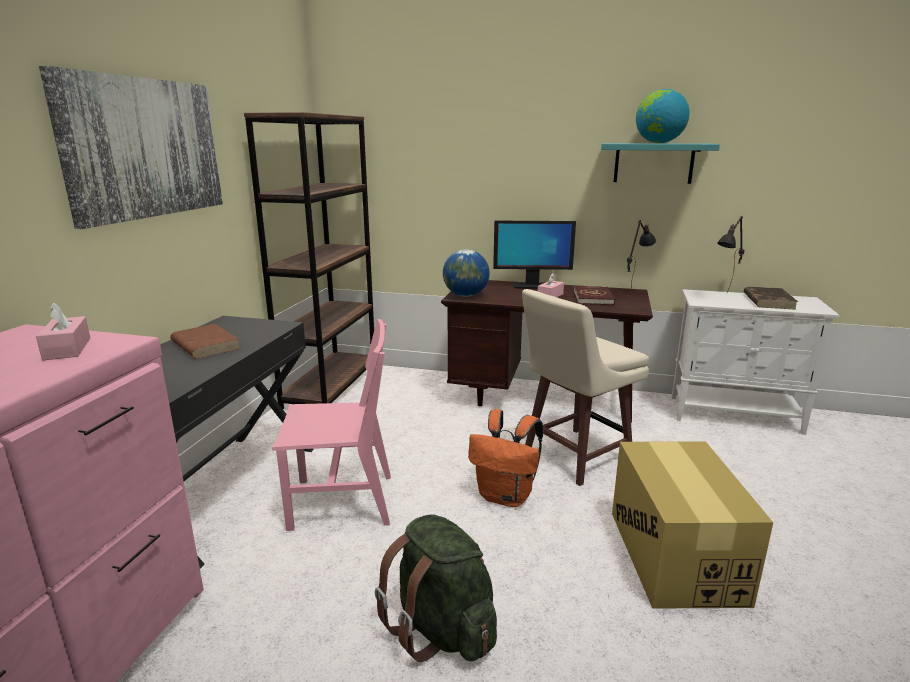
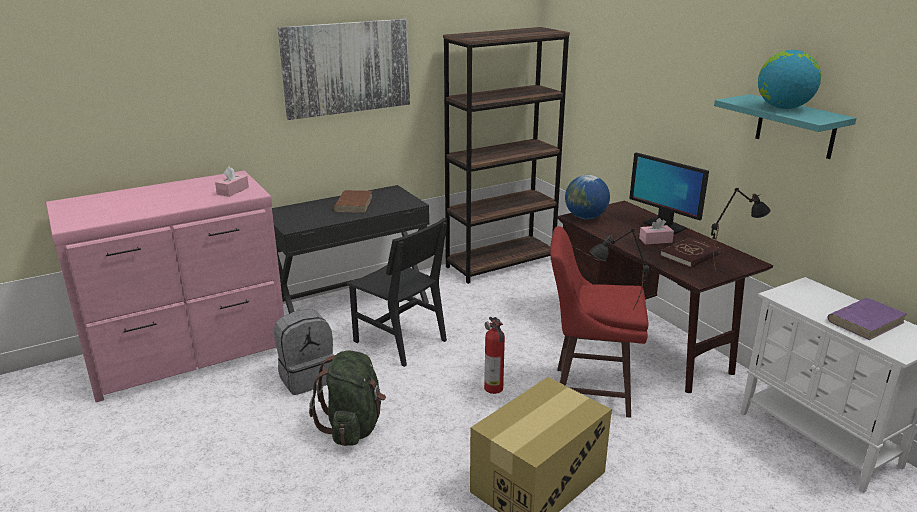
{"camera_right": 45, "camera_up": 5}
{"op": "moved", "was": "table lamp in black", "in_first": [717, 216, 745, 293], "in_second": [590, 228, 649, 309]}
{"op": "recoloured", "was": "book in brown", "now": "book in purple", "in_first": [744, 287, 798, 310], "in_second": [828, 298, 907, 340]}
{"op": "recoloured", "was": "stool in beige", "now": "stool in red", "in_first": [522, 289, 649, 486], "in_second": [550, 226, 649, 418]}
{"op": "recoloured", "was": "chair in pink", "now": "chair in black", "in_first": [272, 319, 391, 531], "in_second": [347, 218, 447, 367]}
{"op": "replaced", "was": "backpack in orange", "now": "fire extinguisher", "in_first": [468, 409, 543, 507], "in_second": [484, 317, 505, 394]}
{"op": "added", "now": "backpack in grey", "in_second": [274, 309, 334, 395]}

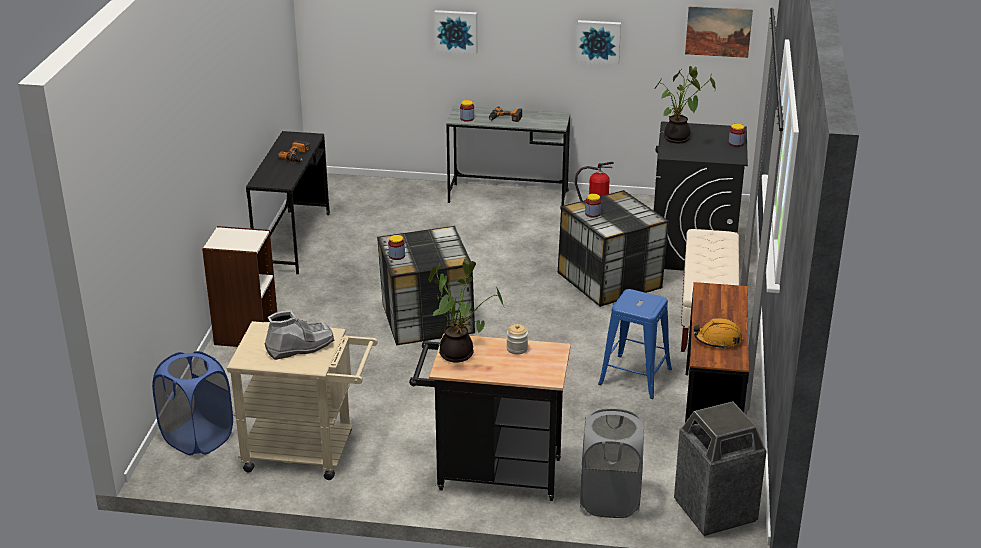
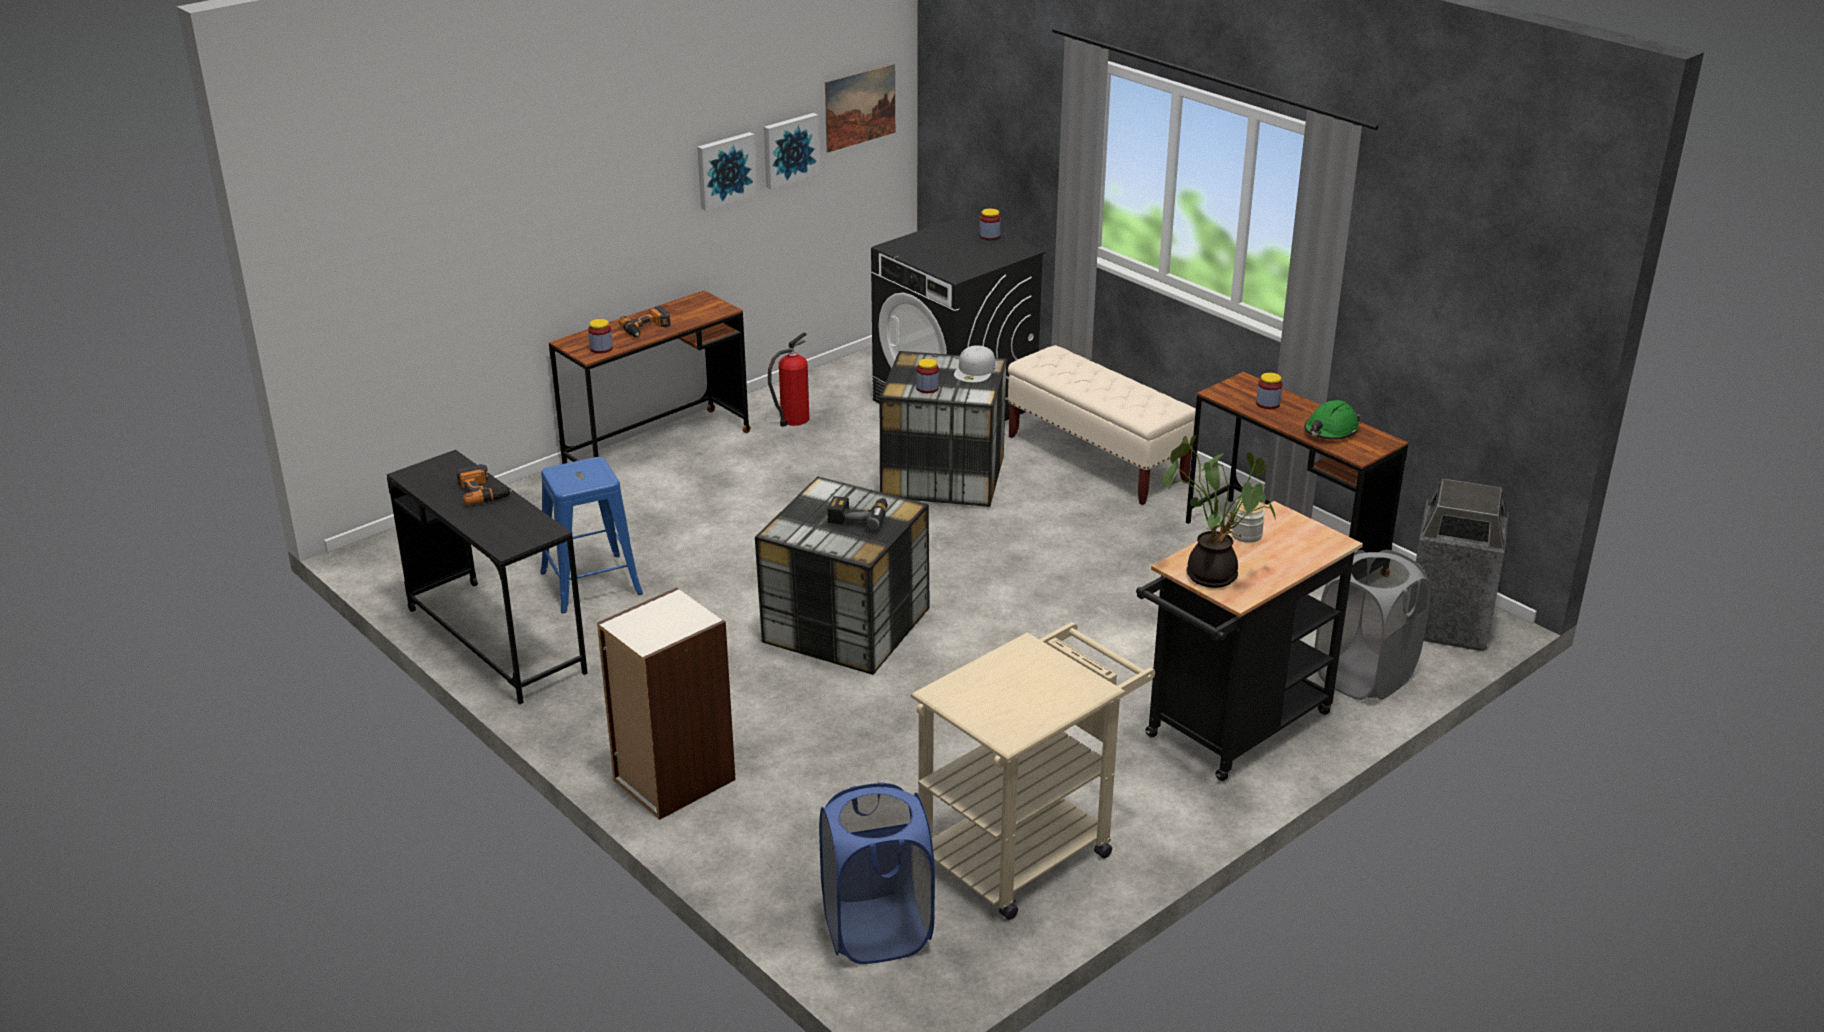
{"camera_right": -50, "camera_up": 0}
{"op": "moved", "was": "picture", "in_first": [434, 10, 477, 54], "in_second": [764, 113, 820, 189]}
{"op": "removed", "was": "potted plant", "in_first": [655, 66, 716, 143]}
{"op": "recoloured", "was": "desk in grey", "now": "desk in brown", "in_first": [446, 106, 570, 210], "in_second": [549, 290, 751, 464]}
{"op": "moved", "was": "jar", "in_first": [388, 235, 405, 260], "in_second": [1256, 373, 1283, 409]}
{"op": "moved", "was": "stool in blue", "in_first": [598, 289, 672, 399], "in_second": [540, 457, 643, 614]}
{"op": "removed", "was": "boot in grey", "in_first": [265, 311, 335, 360]}
{"op": "recoloured", "was": "hard hat in orange", "now": "hard hat in green", "in_first": [693, 318, 742, 349], "in_second": [1304, 400, 1361, 440]}
{"op": "added", "now": "cap in white", "in_second": [954, 345, 995, 383]}
{"op": "added", "now": "power drill", "in_second": [828, 496, 888, 530]}

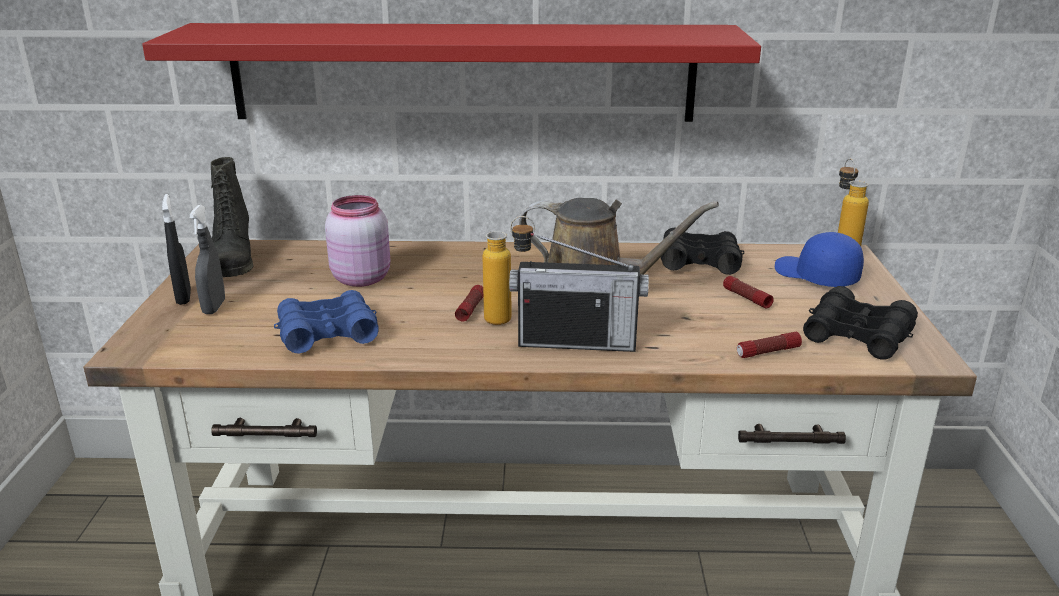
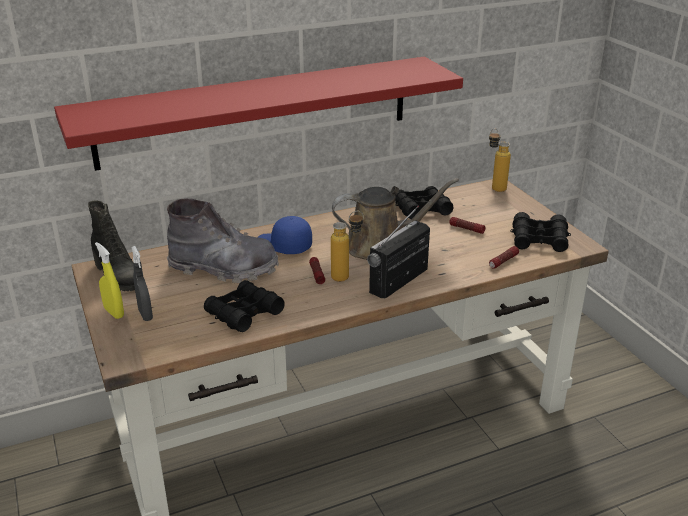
{"camera_right": -25, "camera_up": 5}
{"op": "recoloured", "was": "spray bottle in black", "now": "spray bottle in yellow", "in_first": [162, 194, 191, 305], "in_second": [95, 242, 124, 319]}
{"op": "replaced", "was": "jar in pink", "now": "boot in grey", "in_first": [325, 195, 390, 287], "in_second": [167, 198, 279, 283]}
{"op": "moved", "was": "cap in blue", "in_first": [775, 232, 864, 287], "in_second": [258, 216, 312, 254]}
{"op": "turned", "was": "radio", "in_first": [509, 233, 649, 352], "in_second": [367, 205, 430, 298], "clockwise": 150}
{"op": "recoloured", "was": "binoculars in blue", "now": "binoculars in black", "in_first": [274, 290, 379, 354], "in_second": [204, 280, 285, 332]}

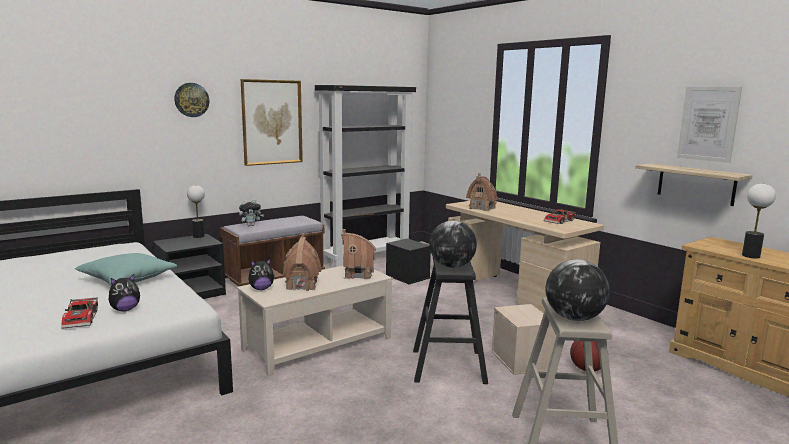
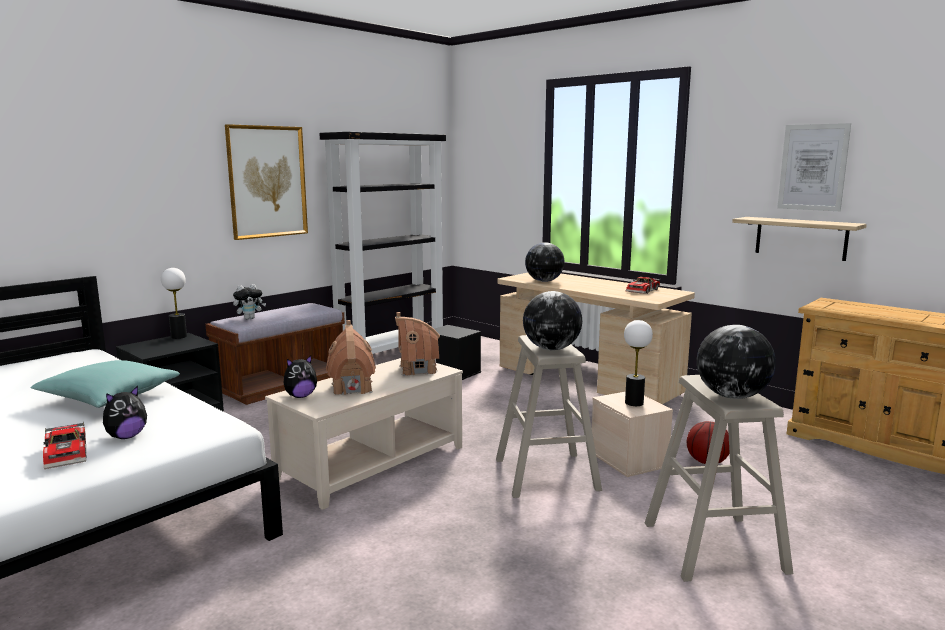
{"camera_right": -10, "camera_up": 0}
{"op": "removed", "was": "wall clock", "in_first": [174, 83, 209, 117]}
{"op": "replaced", "was": "toy house", "now": "globe", "in_first": [466, 173, 497, 211], "in_second": [525, 242, 565, 282]}
{"op": "moved", "was": "table lamp", "in_first": [742, 183, 776, 259], "in_second": [624, 320, 653, 406]}
{"op": "recoloured", "was": "stool in black", "now": "stool in beige", "in_first": [413, 258, 488, 384], "in_second": [496, 335, 602, 498]}

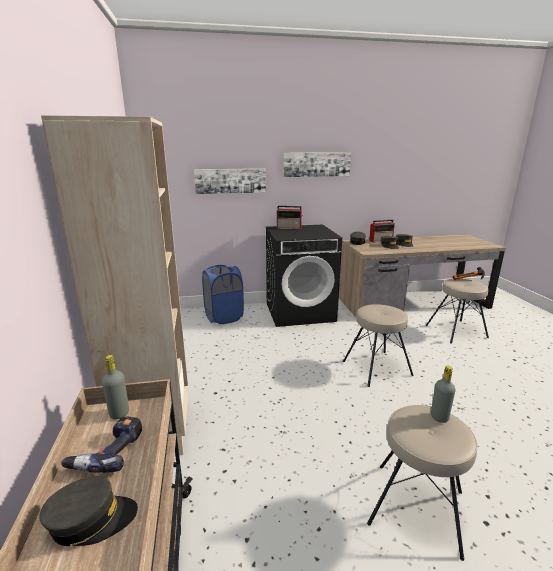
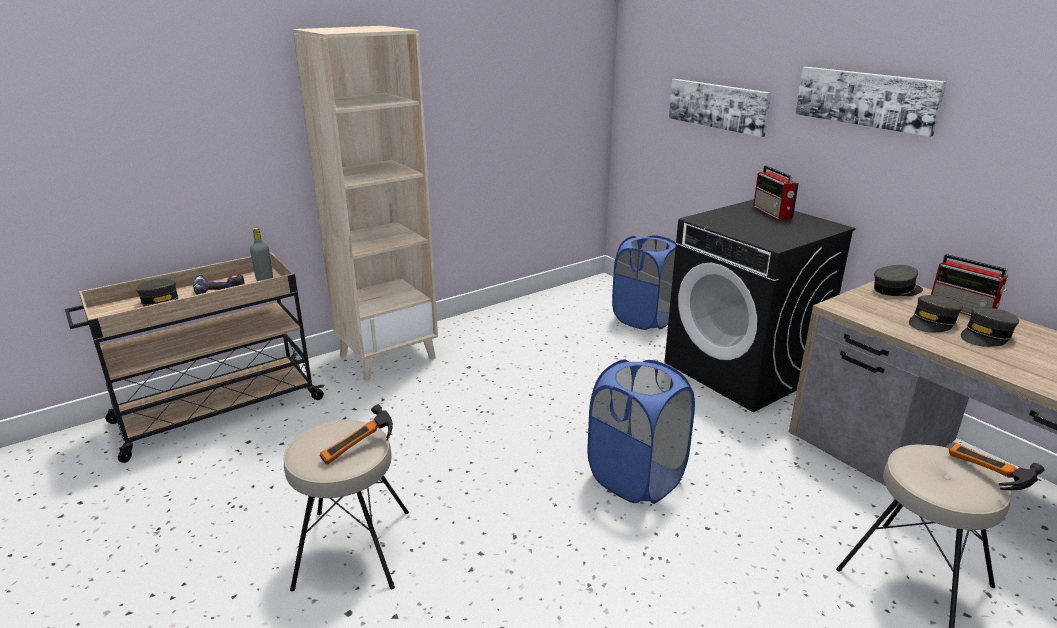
{"camera_right": 65, "camera_up": 5}
{"op": "replaced", "was": "stool in beige", "now": "laundry basket in blue", "in_first": [343, 304, 414, 387], "in_second": [587, 359, 695, 504]}
{"op": "replaced", "was": "bottle in grey", "now": "hammer", "in_first": [431, 366, 456, 423], "in_second": [320, 404, 393, 464]}

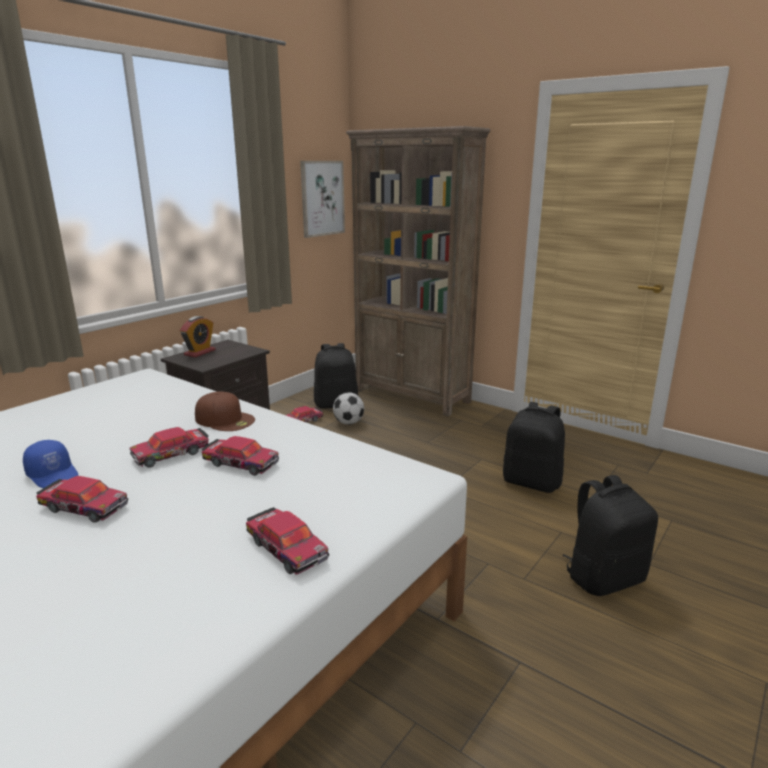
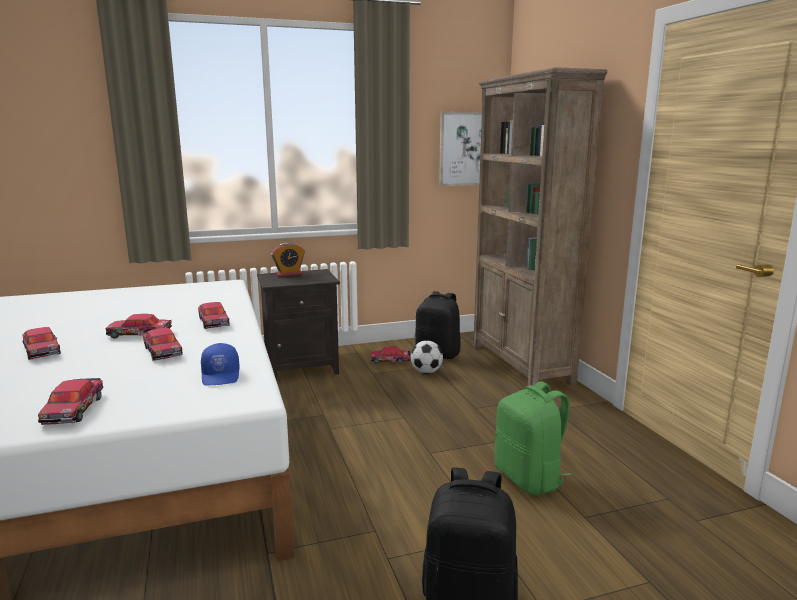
{"camera_right": 35, "camera_up": -5}
{"op": "replaced", "was": "cap in brown", "now": "toy car", "in_first": [195, 391, 255, 431], "in_second": [198, 302, 230, 329]}
{"op": "recoloured", "was": "backpack in black", "now": "backpack in green", "in_first": [503, 402, 565, 493], "in_second": [495, 381, 572, 495]}
{"op": "moved", "was": "cap in blue", "in_first": [23, 440, 78, 488], "in_second": [201, 343, 240, 386]}

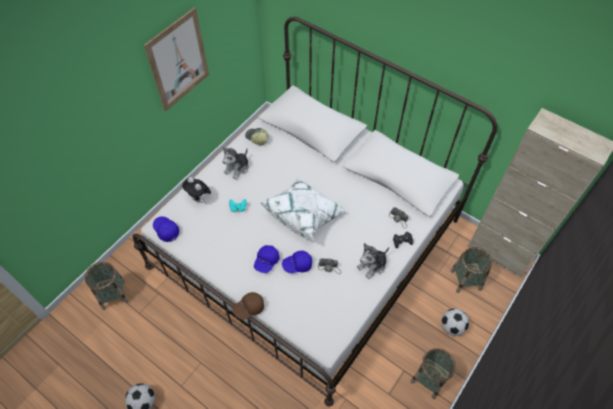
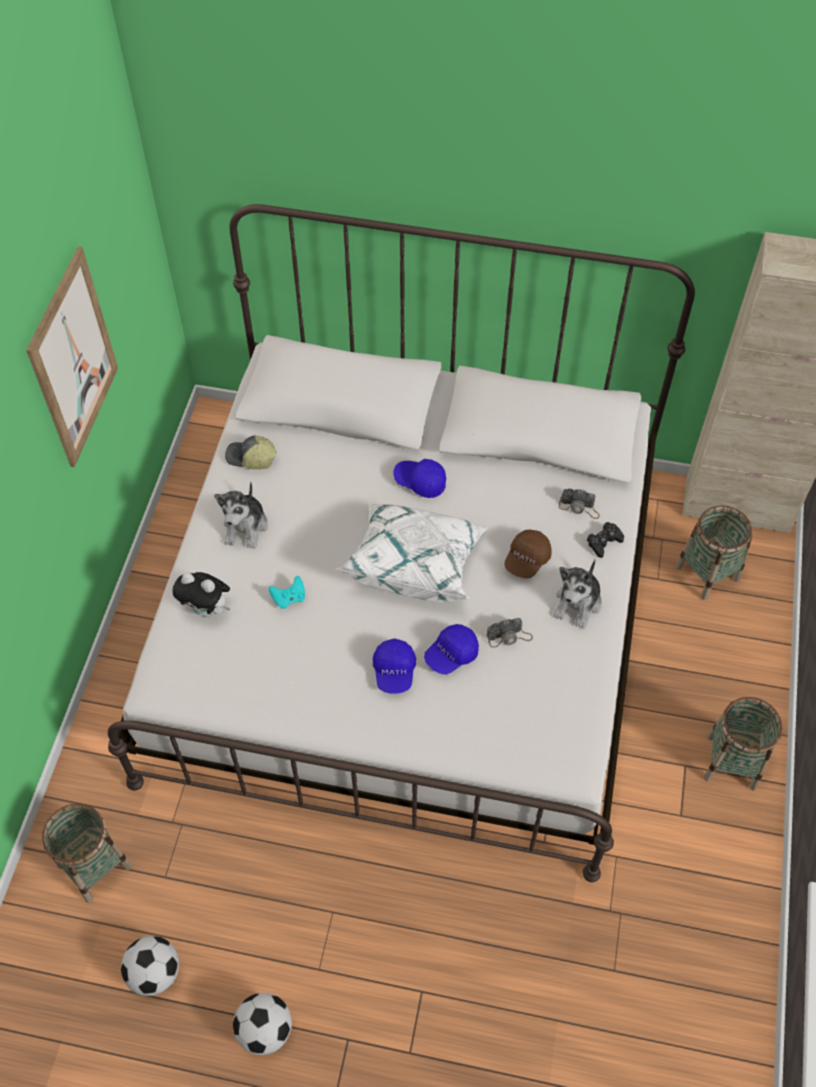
{"camera_right": -25, "camera_up": 0}
{"op": "moved", "was": "cap in blue", "in_first": [153, 216, 179, 242], "in_second": [393, 459, 446, 498]}
{"op": "moved", "was": "cap in brown", "in_first": [233, 292, 264, 320], "in_second": [504, 529, 552, 578]}
{"op": "moved", "was": "football", "in_first": [441, 309, 469, 336], "in_second": [121, 936, 179, 996]}

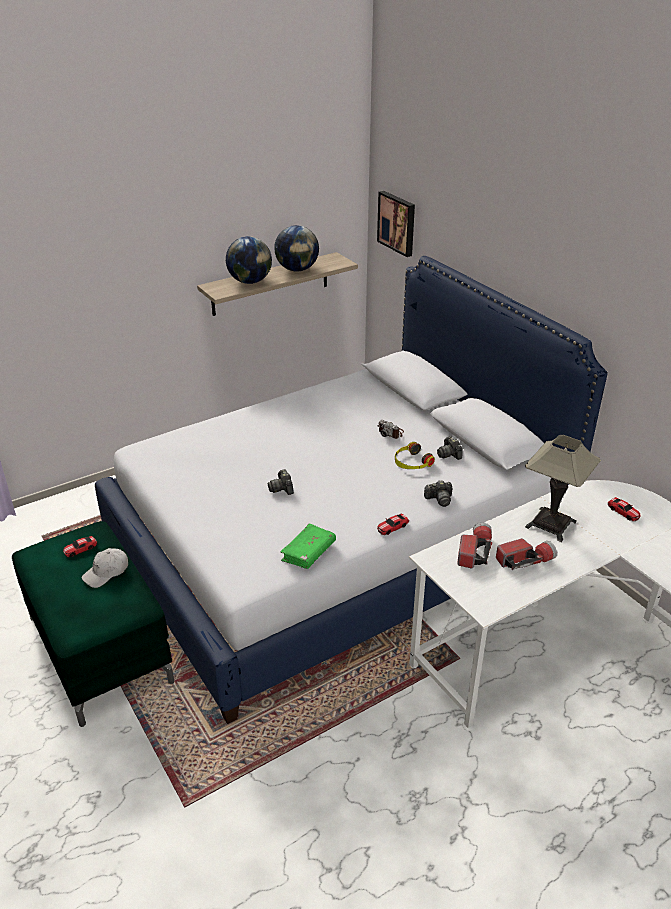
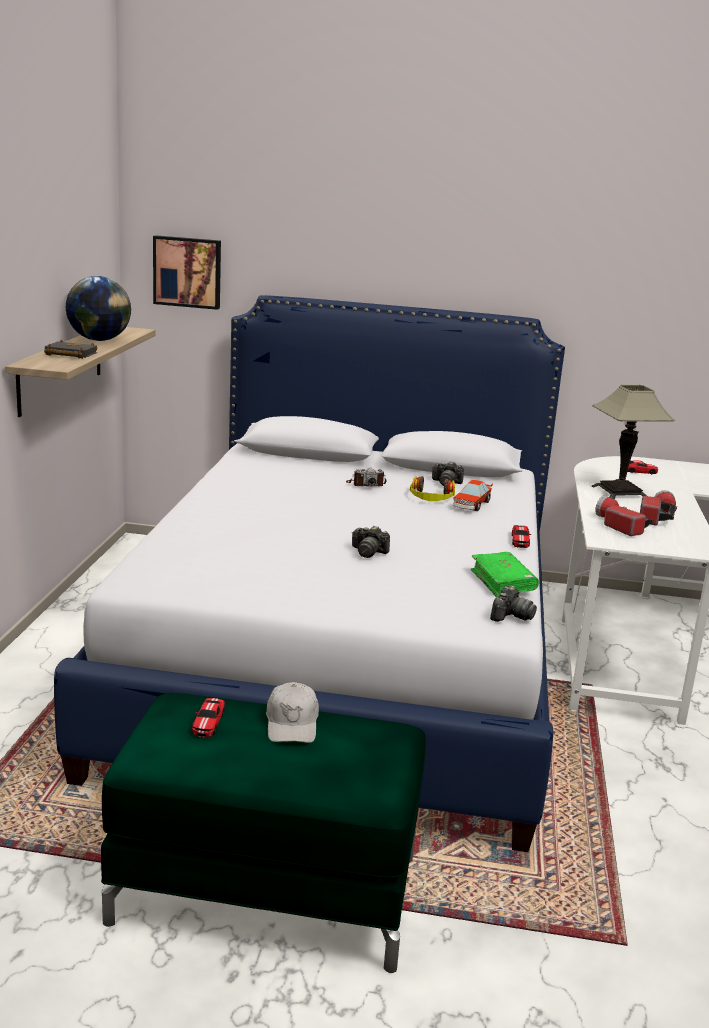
{"camera_right": -50, "camera_up": -15}
{"op": "replaced", "was": "globe", "now": "book in black", "in_first": [226, 236, 272, 284], "in_second": [44, 340, 97, 359]}
{"op": "moved", "was": "photo camera", "in_first": [424, 480, 453, 507], "in_second": [490, 585, 537, 622]}
{"op": "added", "now": "toy car", "in_second": [453, 479, 493, 511]}

